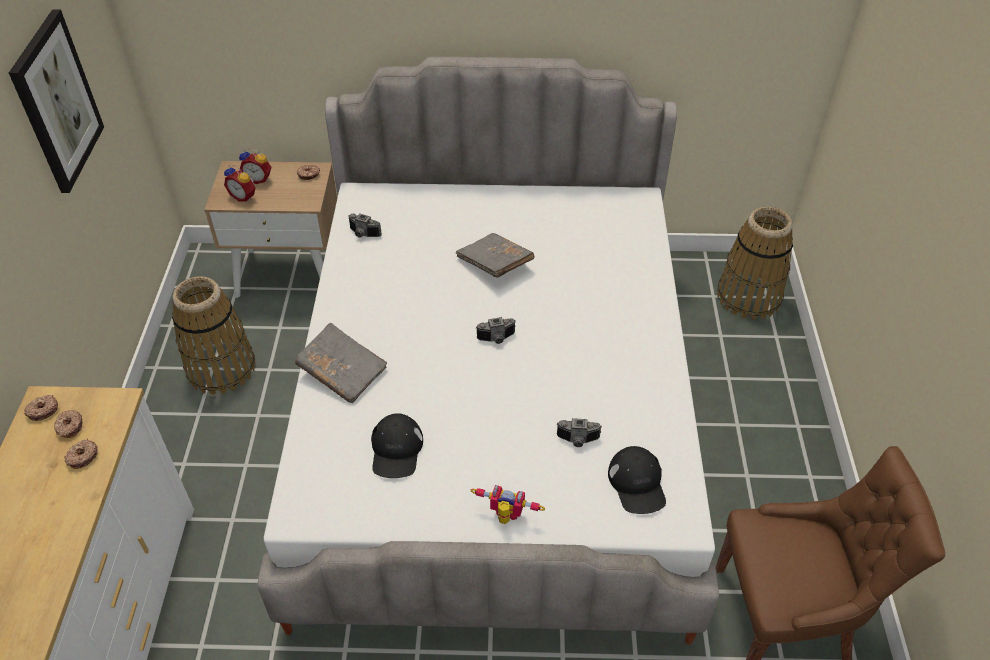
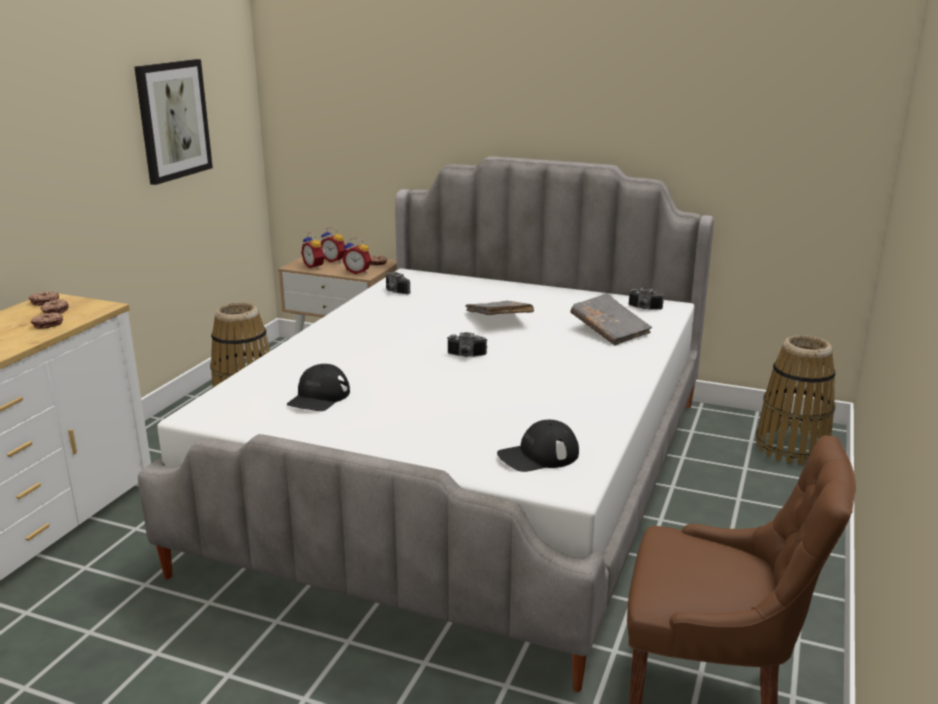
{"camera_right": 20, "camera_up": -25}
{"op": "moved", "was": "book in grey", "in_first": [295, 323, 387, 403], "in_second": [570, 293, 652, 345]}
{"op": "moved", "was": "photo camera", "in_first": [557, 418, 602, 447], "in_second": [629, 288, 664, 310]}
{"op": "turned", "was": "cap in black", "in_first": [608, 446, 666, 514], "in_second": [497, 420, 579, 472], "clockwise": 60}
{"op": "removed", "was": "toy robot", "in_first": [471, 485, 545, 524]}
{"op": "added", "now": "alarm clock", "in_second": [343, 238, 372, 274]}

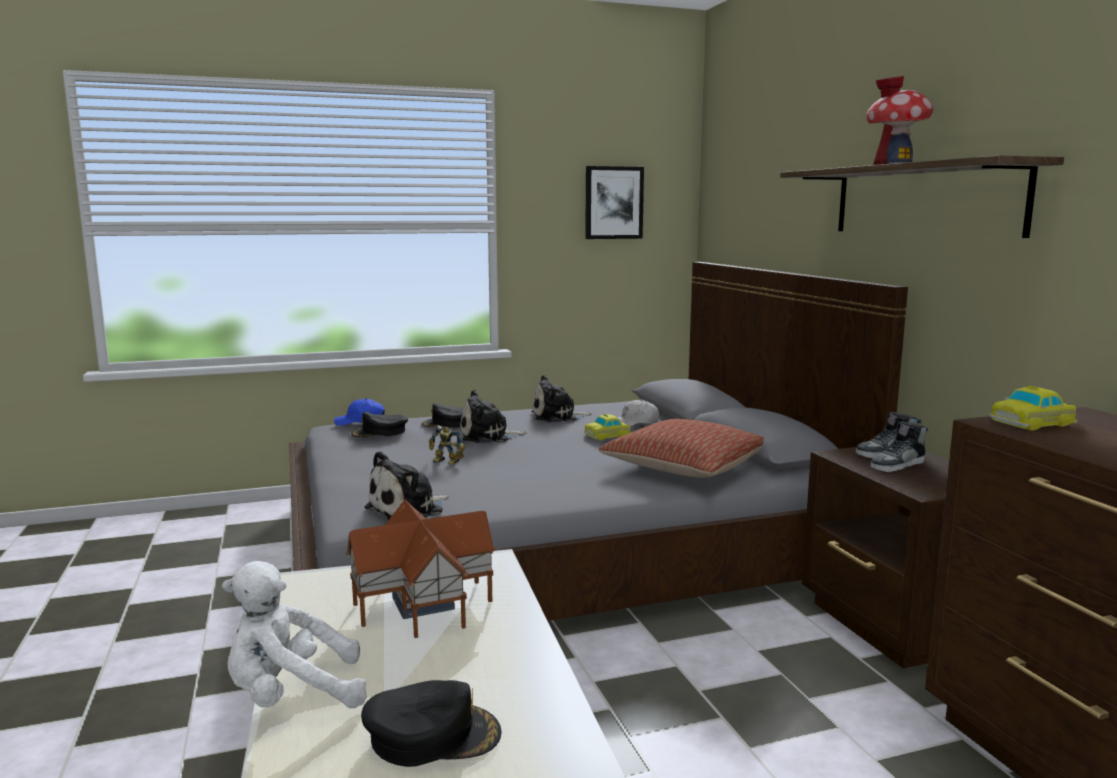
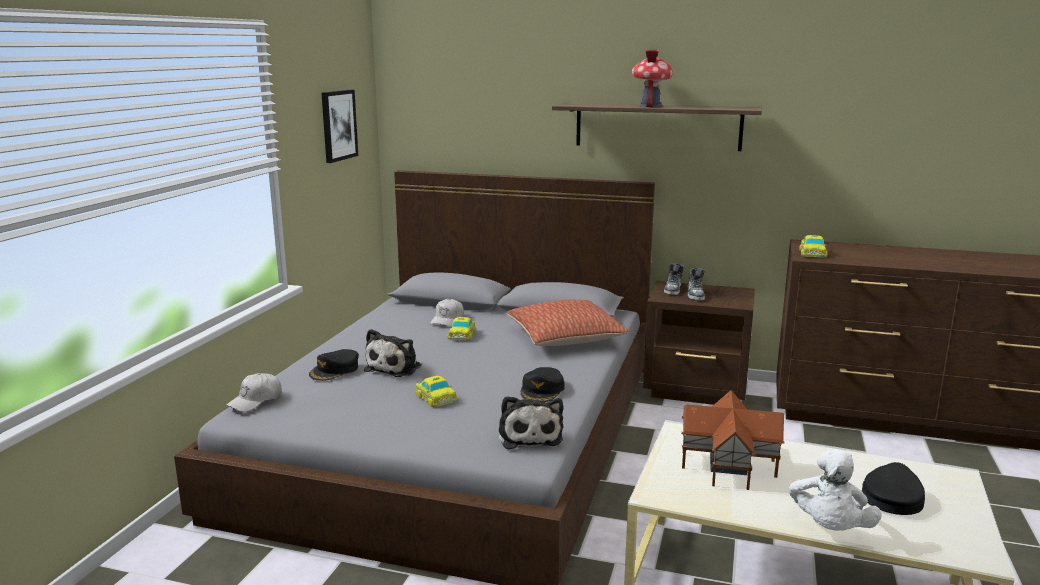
{"camera_right": -55, "camera_up": 5}
{"op": "removed", "was": "plush toy", "in_first": [531, 375, 592, 422]}
{"op": "recoloured", "was": "cap in blue", "now": "cap in white", "in_first": [334, 398, 385, 426], "in_second": [227, 373, 281, 412]}
{"op": "moved", "was": "cap in black", "in_first": [351, 412, 408, 437], "in_second": [521, 367, 564, 402]}
{"op": "replaced", "was": "toy robot", "now": "toy car", "in_first": [429, 425, 465, 464], "in_second": [415, 376, 457, 407]}

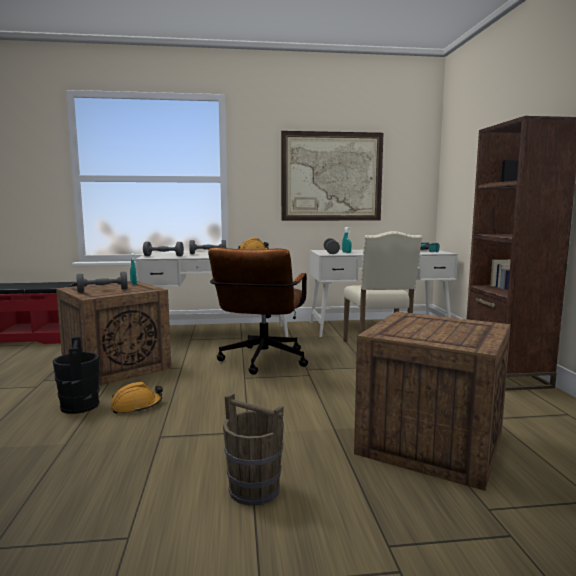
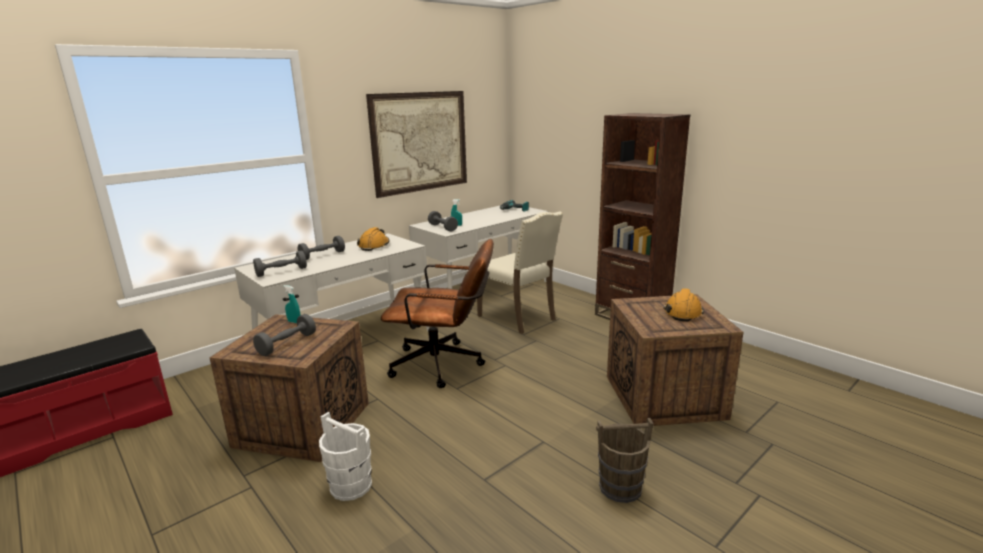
{"camera_right": -35, "camera_up": 10}
{"op": "turned", "was": "office chair in brown", "in_first": [208, 247, 308, 375], "in_second": [381, 239, 494, 388], "clockwise": -60}
{"op": "recoloured", "was": "bucket in black", "now": "bucket in white", "in_first": [53, 337, 100, 414], "in_second": [319, 412, 372, 501]}
{"op": "moved", "was": "hard hat in orange", "in_first": [110, 382, 163, 414], "in_second": [664, 288, 704, 322]}

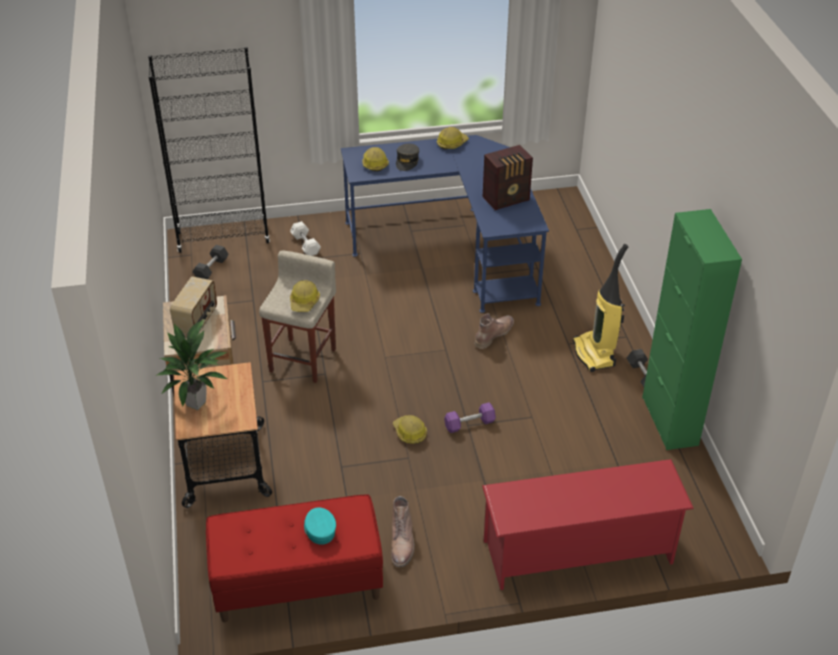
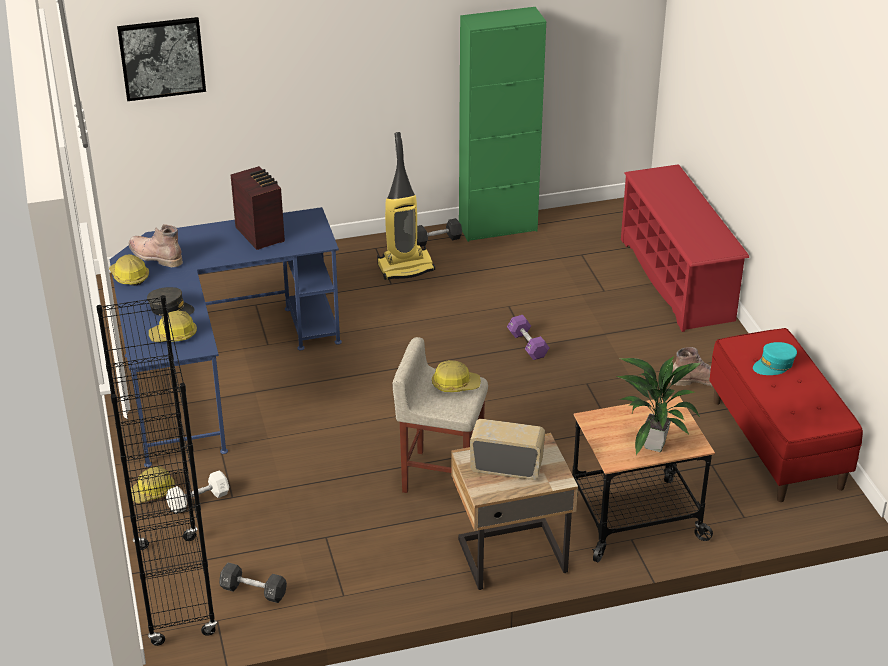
{"camera_right": -95, "camera_up": -5}
{"op": "moved", "was": "boot in brown", "in_first": [475, 313, 514, 349], "in_second": [129, 224, 183, 267]}
{"op": "moved", "was": "hard hat", "in_first": [393, 415, 427, 444], "in_second": [131, 466, 175, 503]}
{"op": "added", "now": "picture", "in_second": [117, 17, 206, 101]}

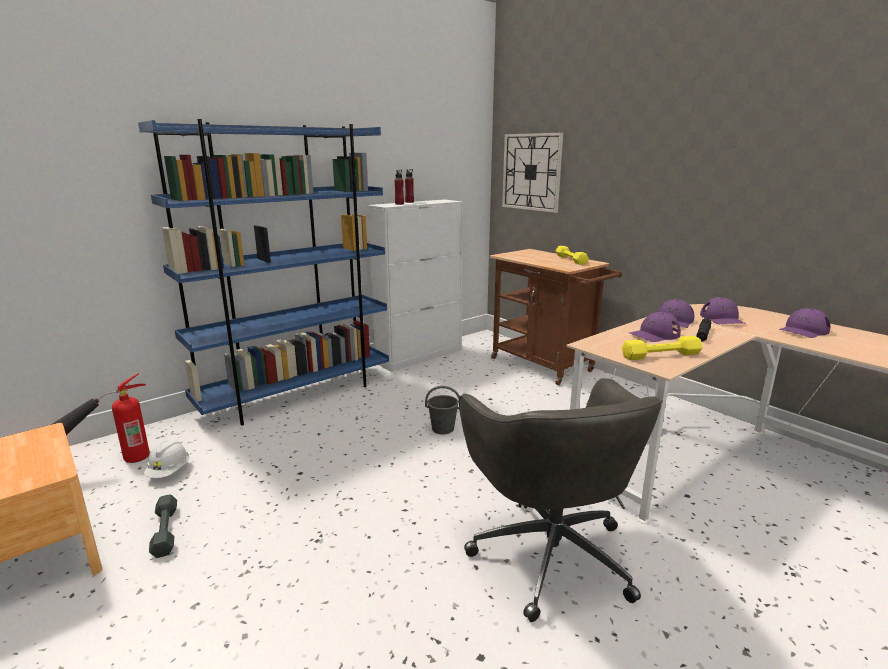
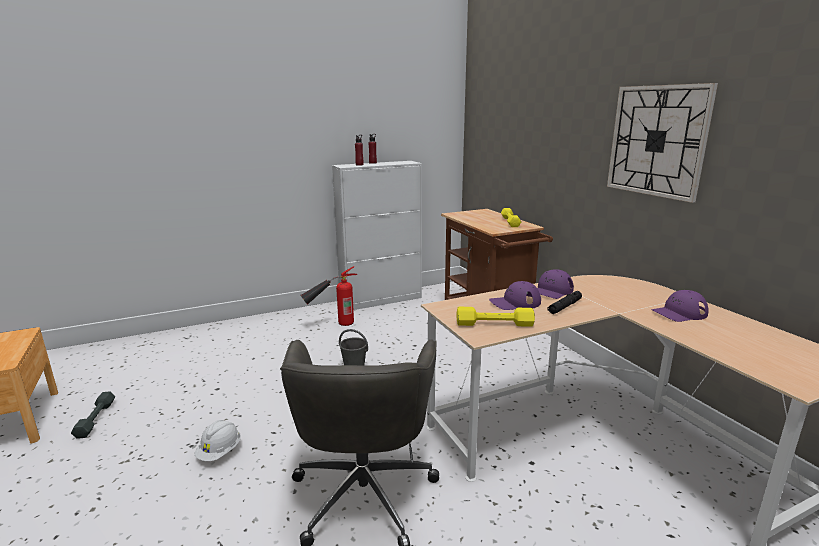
{"camera_right": 15, "camera_up": 0}
{"op": "removed", "was": "bookcase in blue", "in_first": [138, 119, 389, 425]}
{"op": "moved", "was": "wall clock", "in_first": [502, 133, 563, 213], "in_second": [607, 83, 718, 203]}
{"op": "removed", "was": "cap in purple", "in_first": [700, 297, 746, 324]}
{"op": "moved", "was": "fire extinguisher", "in_first": [51, 373, 150, 463], "in_second": [300, 266, 357, 326]}
{"op": "moved", "was": "hard hat in white", "in_first": [144, 441, 189, 478], "in_second": [194, 420, 241, 461]}

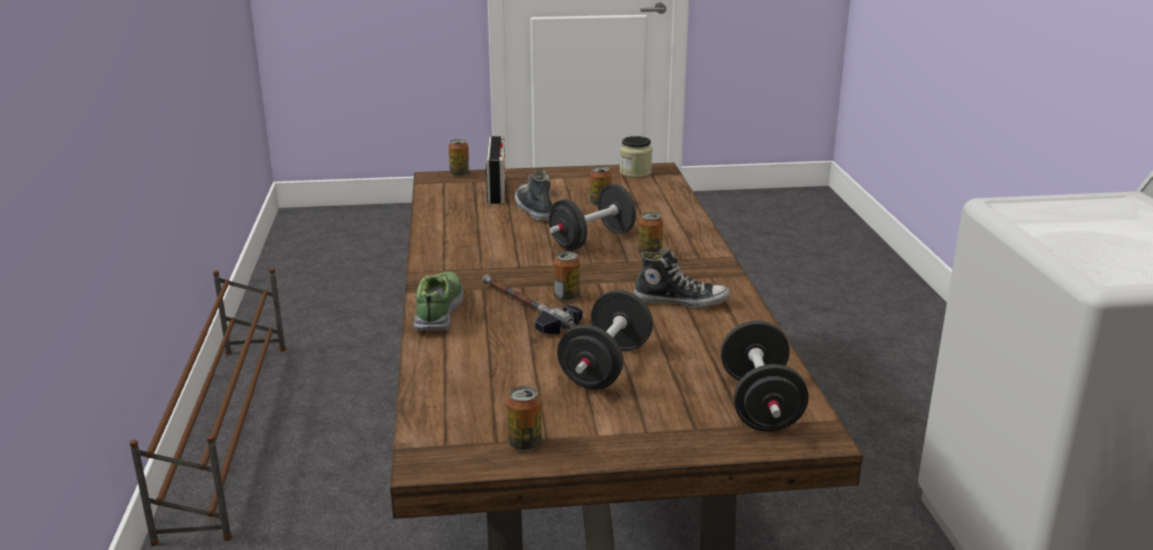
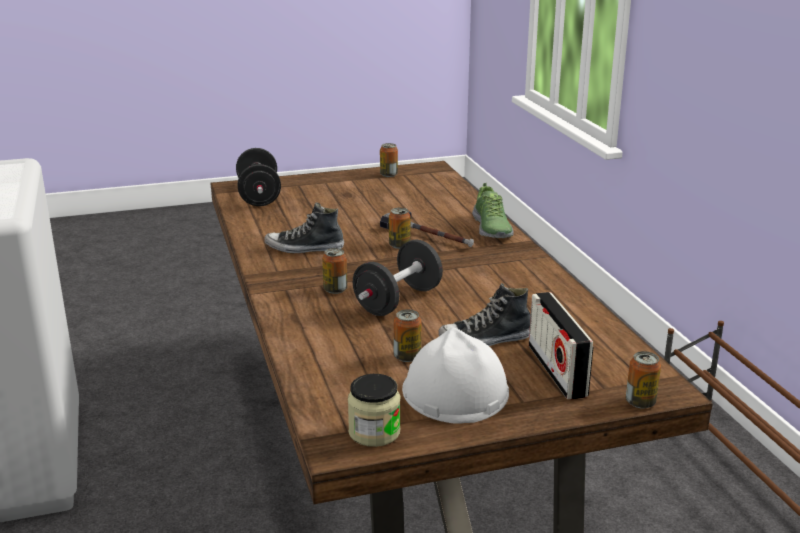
{"camera_right": 170, "camera_up": 0}
{"op": "turned", "was": "shoe", "in_first": [515, 168, 552, 221], "in_second": [438, 283, 531, 346], "clockwise": 105}
{"op": "removed", "was": "dumbbell in black", "in_first": [557, 290, 653, 390]}
{"op": "added", "now": "hard hat in white", "in_second": [402, 327, 509, 424]}

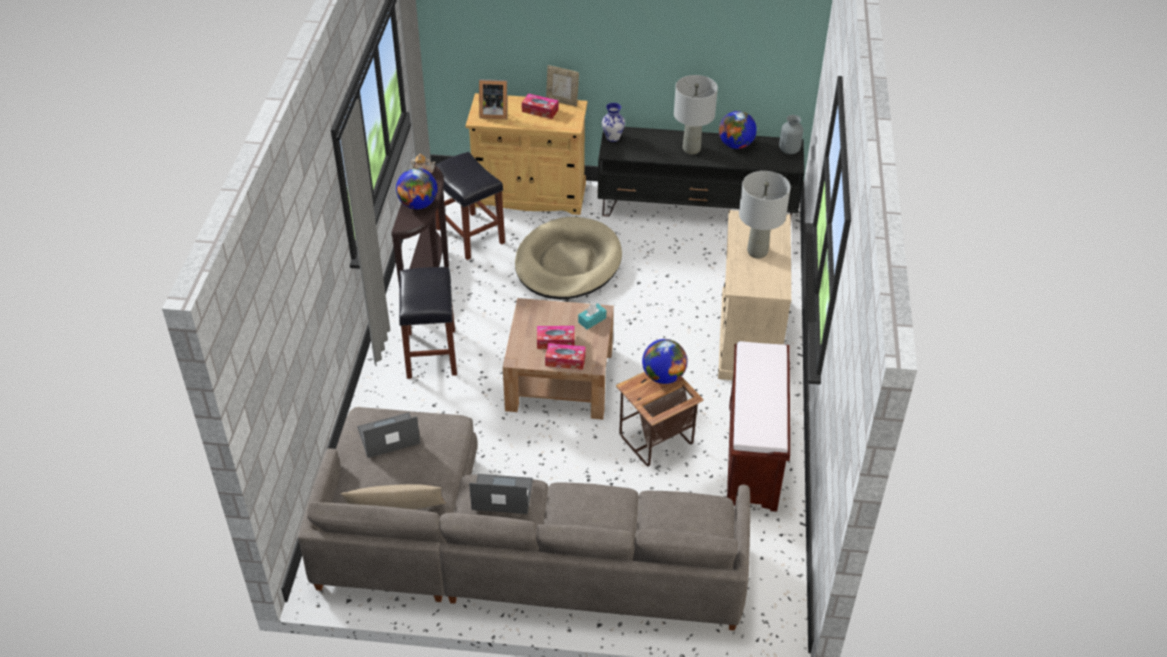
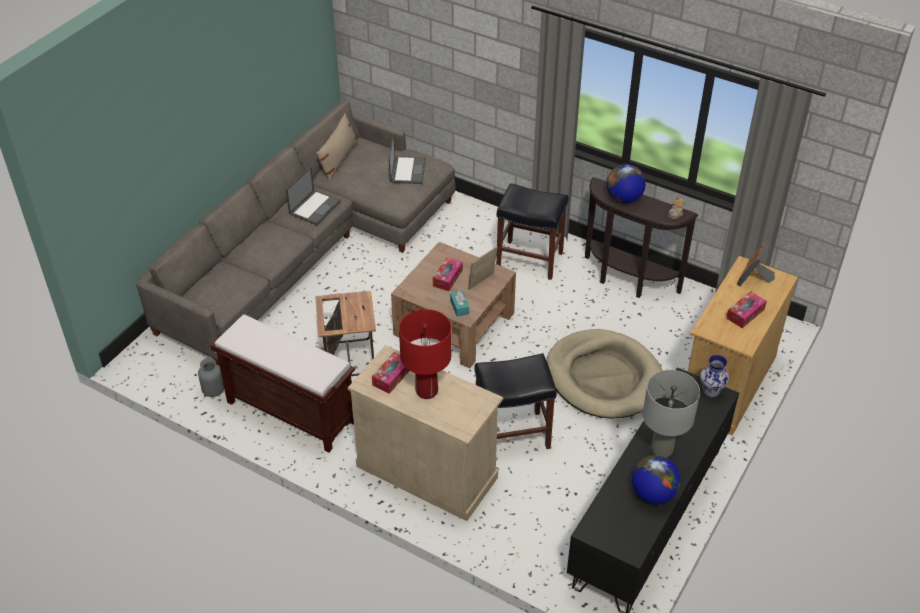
{"camera_right": 115, "camera_up": 0}
{"op": "moved", "was": "picture frame", "in_first": [546, 65, 579, 107], "in_second": [468, 247, 498, 290]}
{"op": "moved", "was": "vase in grey", "in_first": [779, 115, 803, 154], "in_second": [198, 358, 224, 397]}
{"op": "moved", "was": "stool in black", "in_first": [435, 152, 505, 260], "in_second": [474, 353, 557, 449]}
{"op": "recoloured", "was": "table lamp in grey", "now": "table lamp in red", "in_first": [739, 171, 791, 259], "in_second": [399, 309, 451, 399]}
{"op": "removed", "was": "globe", "in_first": [642, 339, 687, 384]}
{"op": "moved", "was": "tissue box", "in_first": [545, 343, 586, 370], "in_second": [372, 352, 409, 394]}

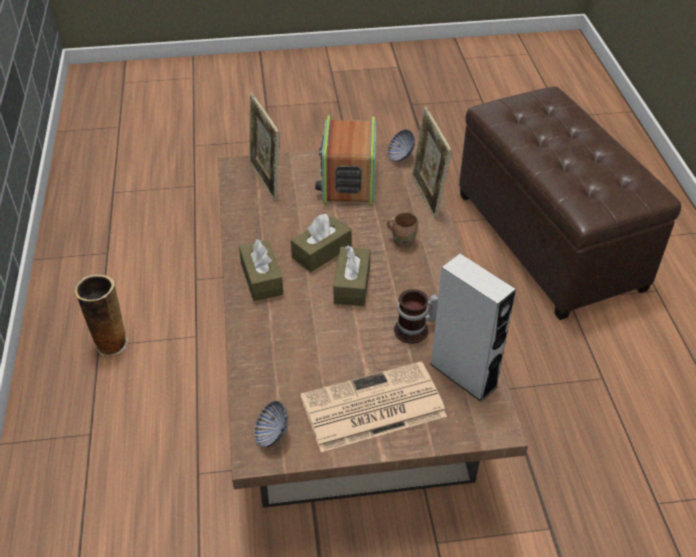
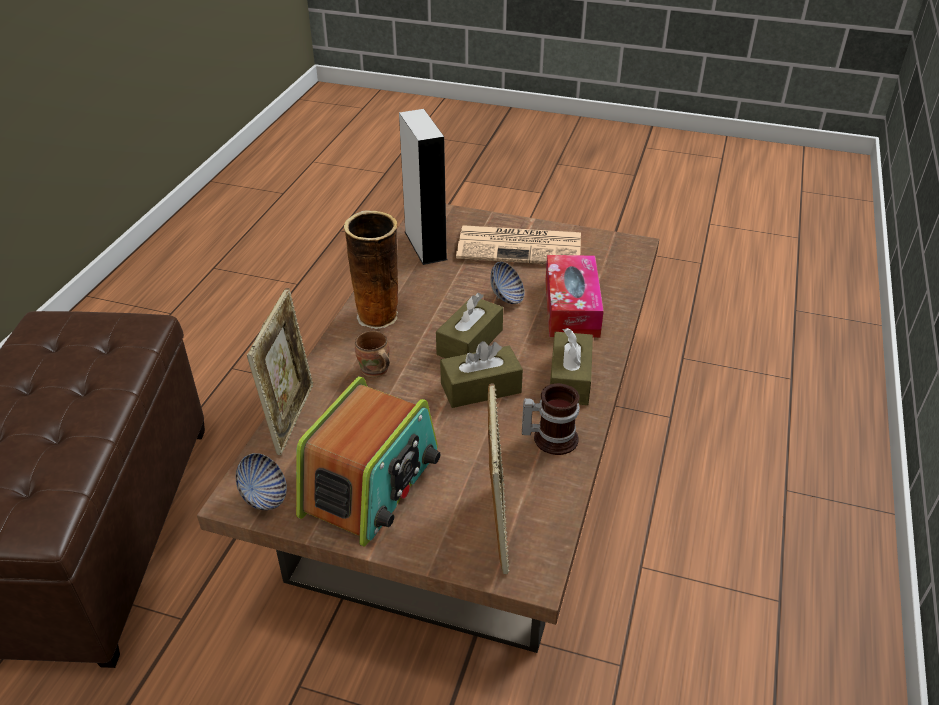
{"camera_right": -155, "camera_up": -5}
{"op": "moved", "was": "vase", "in_first": [74, 274, 128, 356], "in_second": [344, 210, 398, 329]}
{"op": "moved", "was": "mug", "in_first": [394, 289, 438, 344], "in_second": [522, 383, 580, 455]}
{"op": "moved", "was": "bowl", "in_first": [254, 401, 289, 447], "in_second": [490, 262, 525, 304]}
{"op": "added", "now": "tissue box", "in_second": [545, 255, 604, 338]}

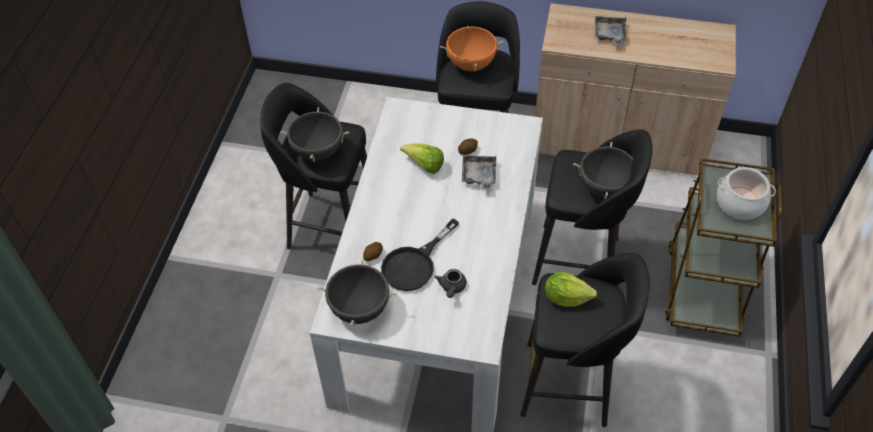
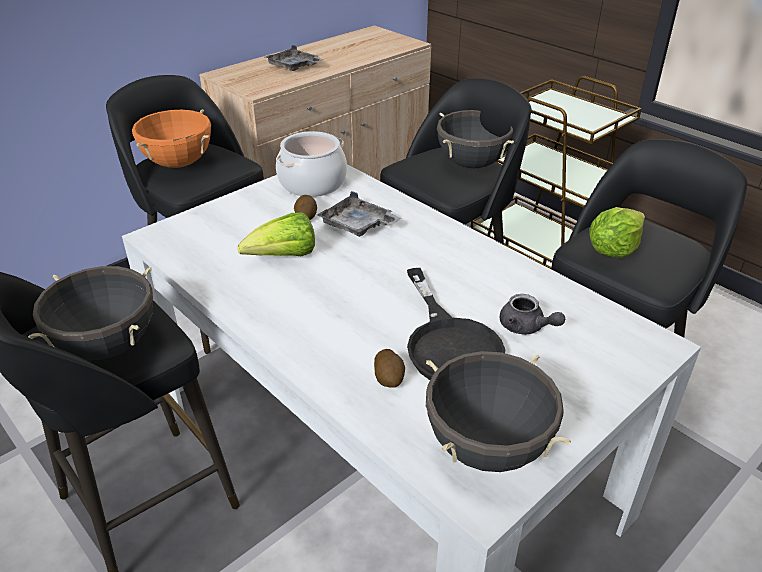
{"camera_right": -55, "camera_up": -15}
{"op": "moved", "was": "cooking pot", "in_first": [717, 167, 776, 220], "in_second": [276, 131, 347, 197]}

